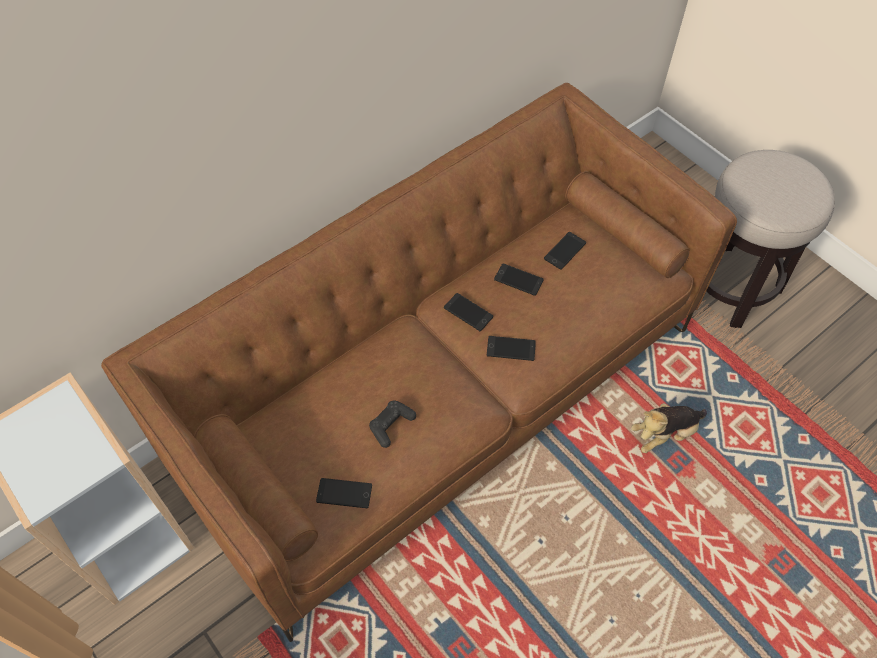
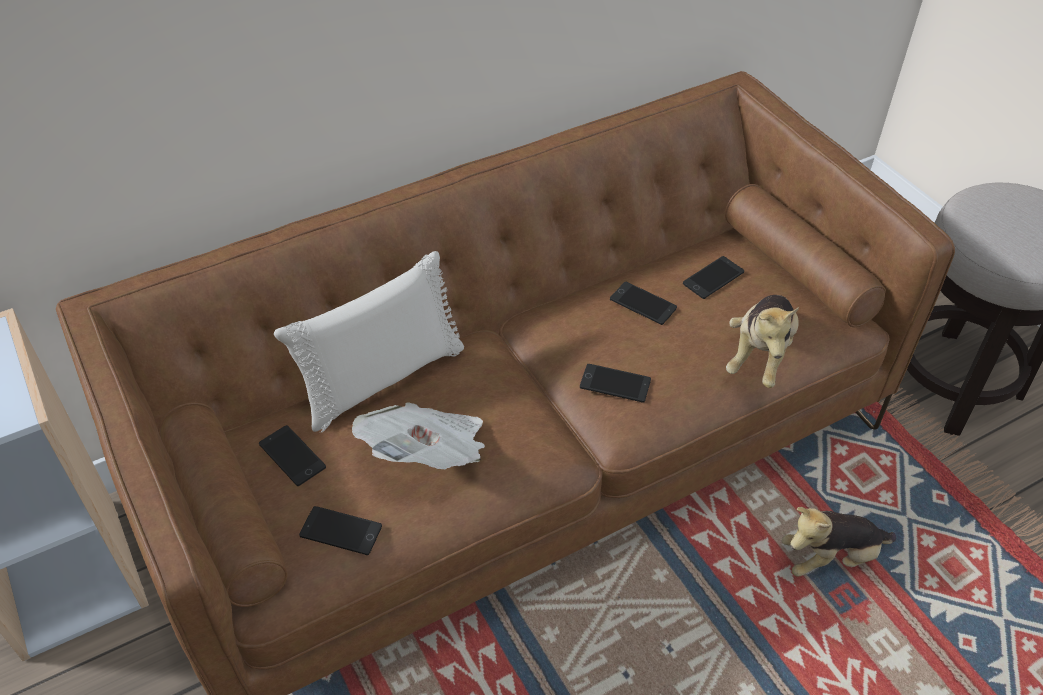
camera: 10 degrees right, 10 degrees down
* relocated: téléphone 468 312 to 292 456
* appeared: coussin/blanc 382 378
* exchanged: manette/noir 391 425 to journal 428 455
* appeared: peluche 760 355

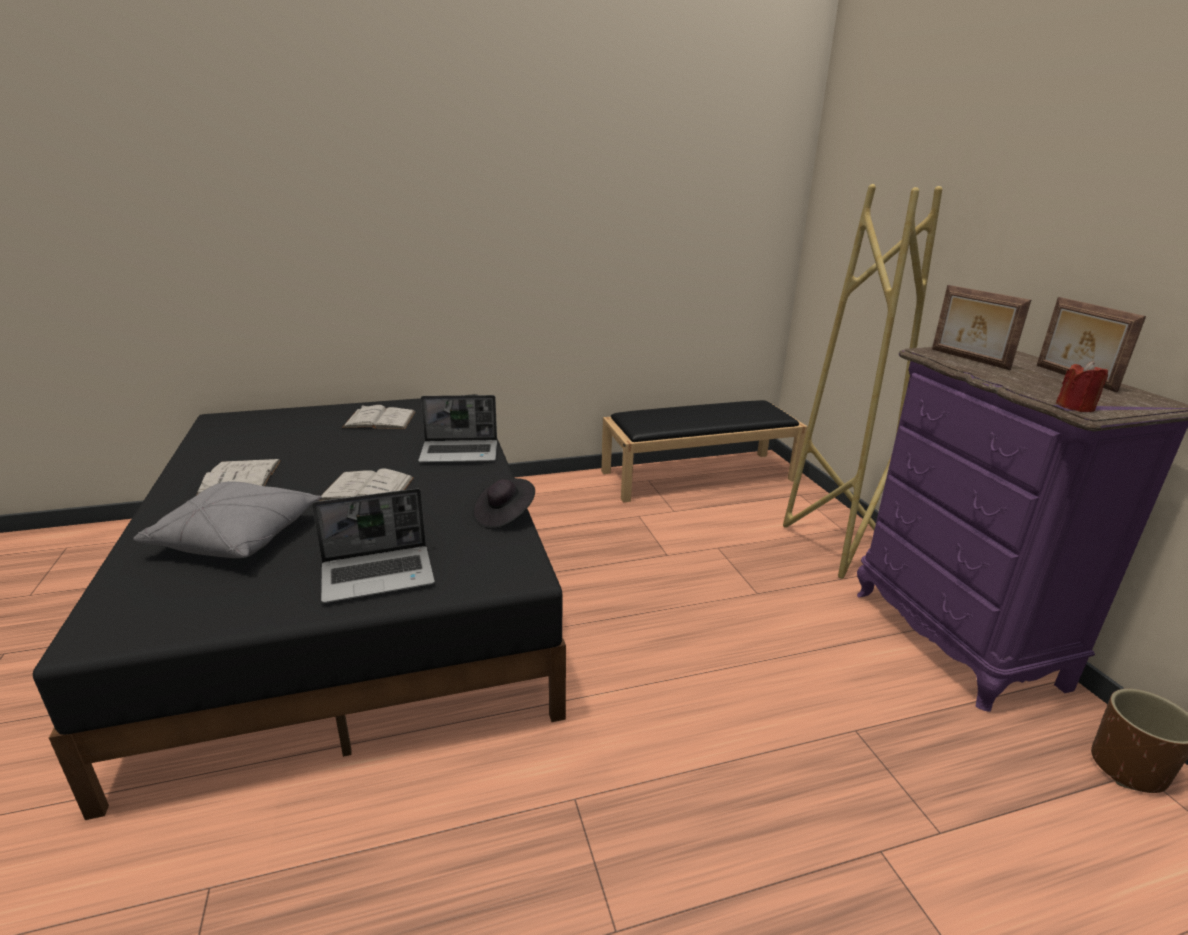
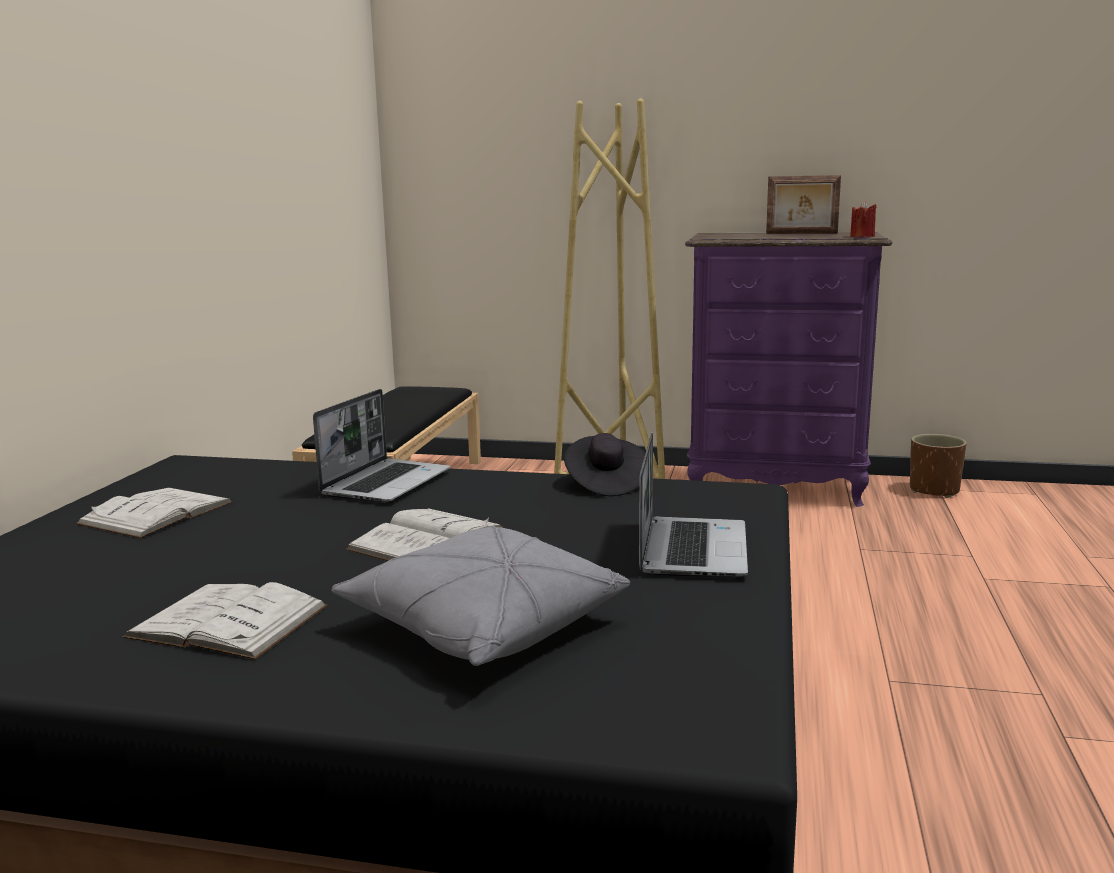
camera: 60 degrees left, 10 degrees down
* missing: cadre photo 968 359

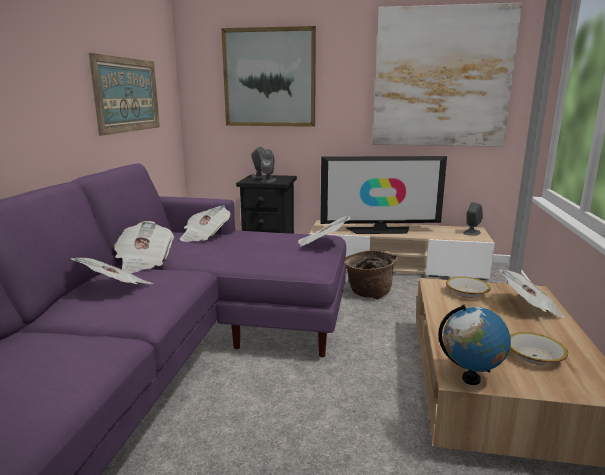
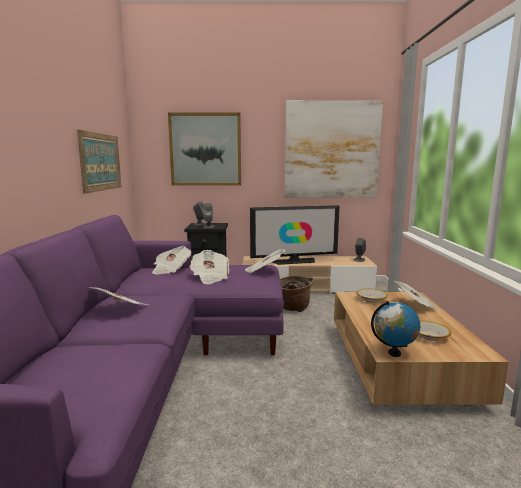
camera: 10 degrees left, 5 degrees down
* relocated: journal 144 262 to 210 277

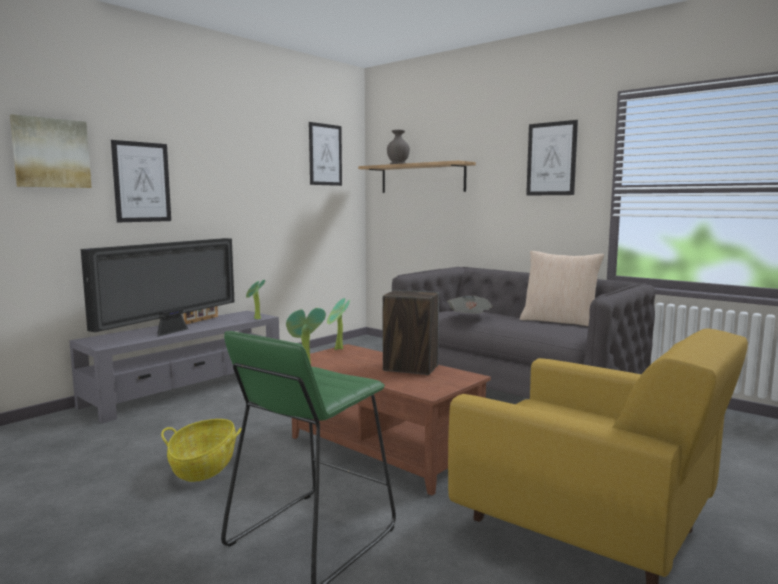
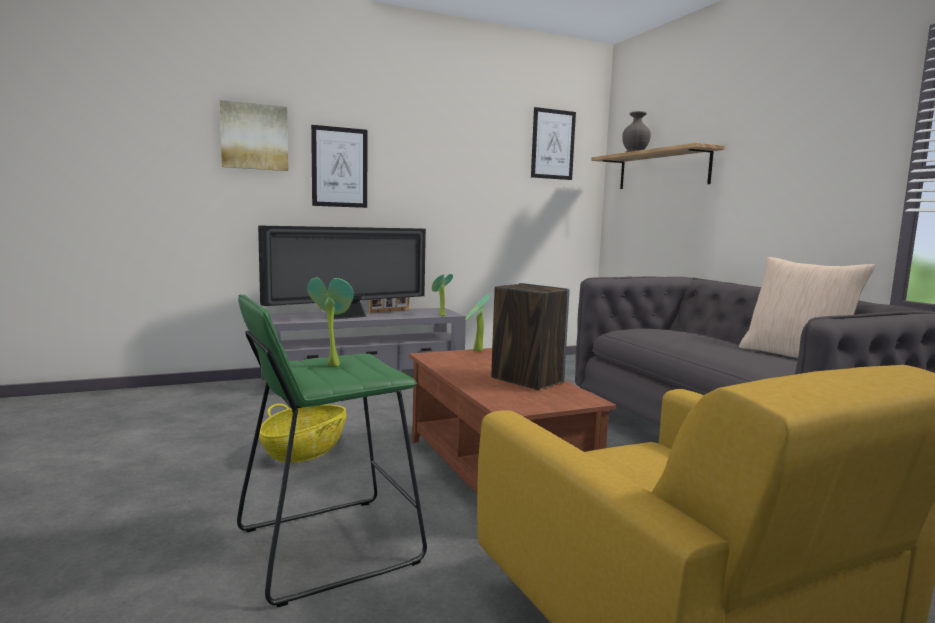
camera: 25 degrees right, 0 degrees up
* missing: journal 470 317
* missing: tableau 551 159

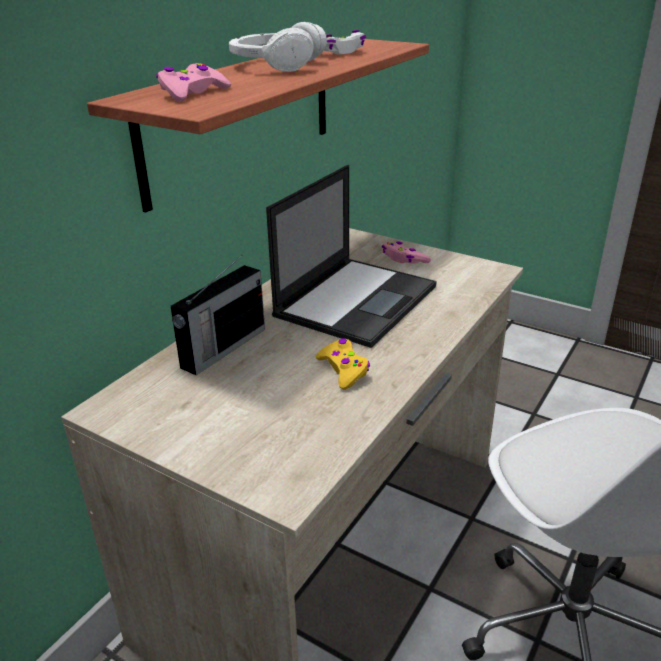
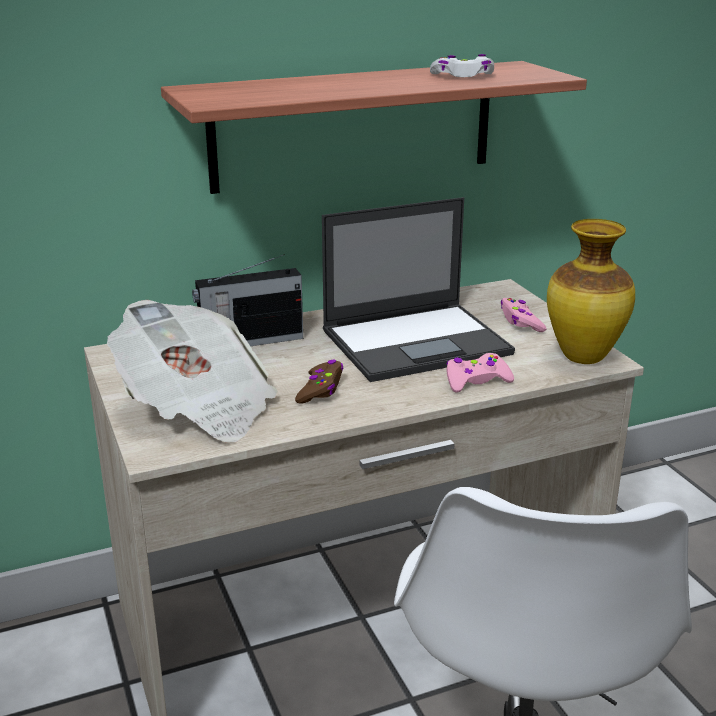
camera: 35 degrees right, 5 degrees down
* appeared: journal 198 407
* colour: manette/jaune 343 370 to manette/marron 320 389
* relocated: manette/rose 192 93 to 476 381
* appeared: vase 582 358
* missing: casque audio/blanc 276 65

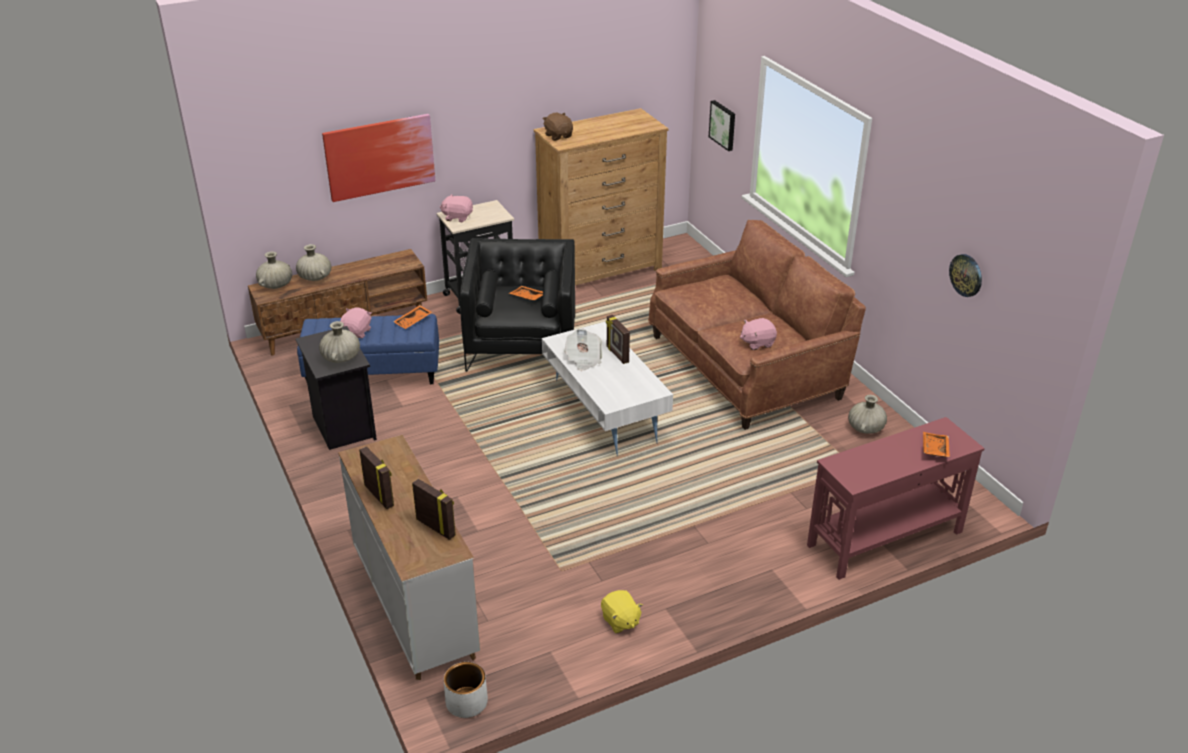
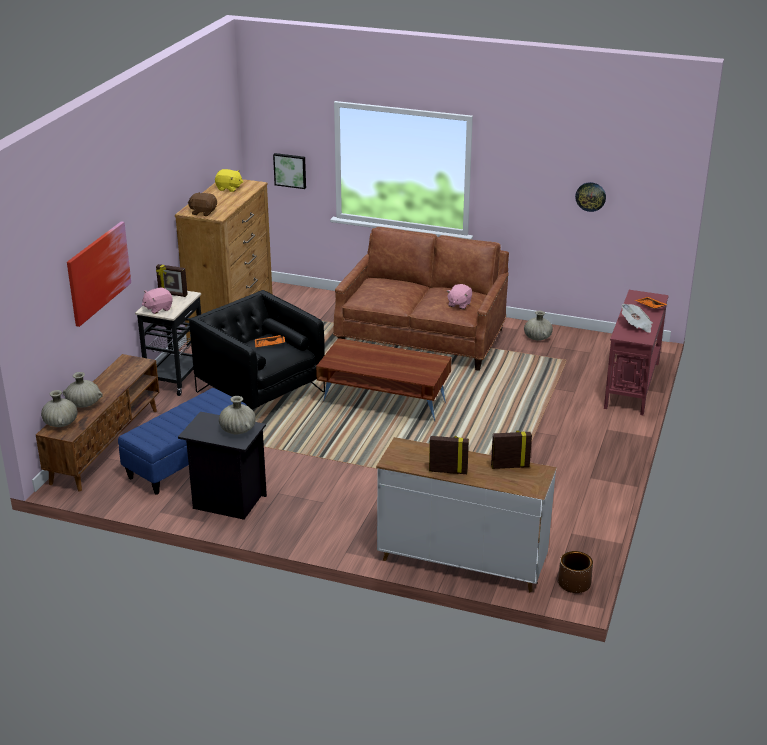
camera: 45 degrees left, 5 degrees down
* relocated: cadre photo 617 354 to 172 294
* relocated: peluche/jaune 620 621 to 229 188
* colour: table basse/blanc 605 411 to table basse/marron 384 402
* colour: cache-pot/blanc 466 702 to cache-pot/marron 574 583
* relocated: journal 583 359 to 636 326
* missing: peluche/rose 357 332
* missing: plateau/orange 413 321

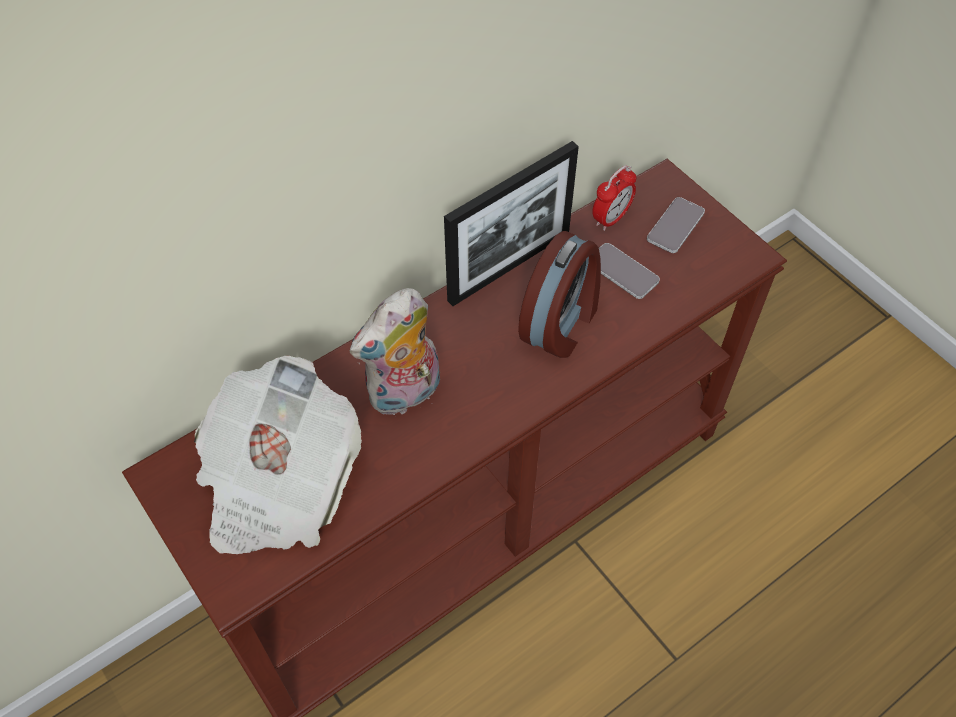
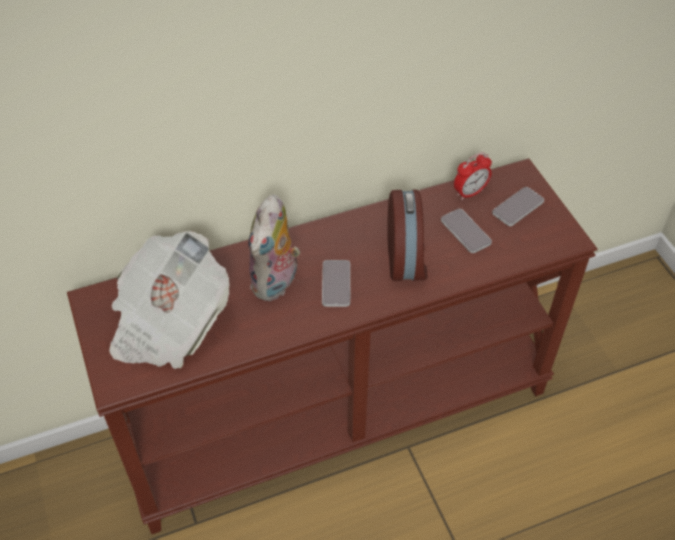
camera: 15 degrees right, 5 degrees down
* spun: peluche 405 394 = 276 283 45 degrees counterclockwise
* appeared: téléphone 336 284
* spun: réveil 561 323 = 407 258 45 degrees counterclockwise
* missing: cadre photo 509 266

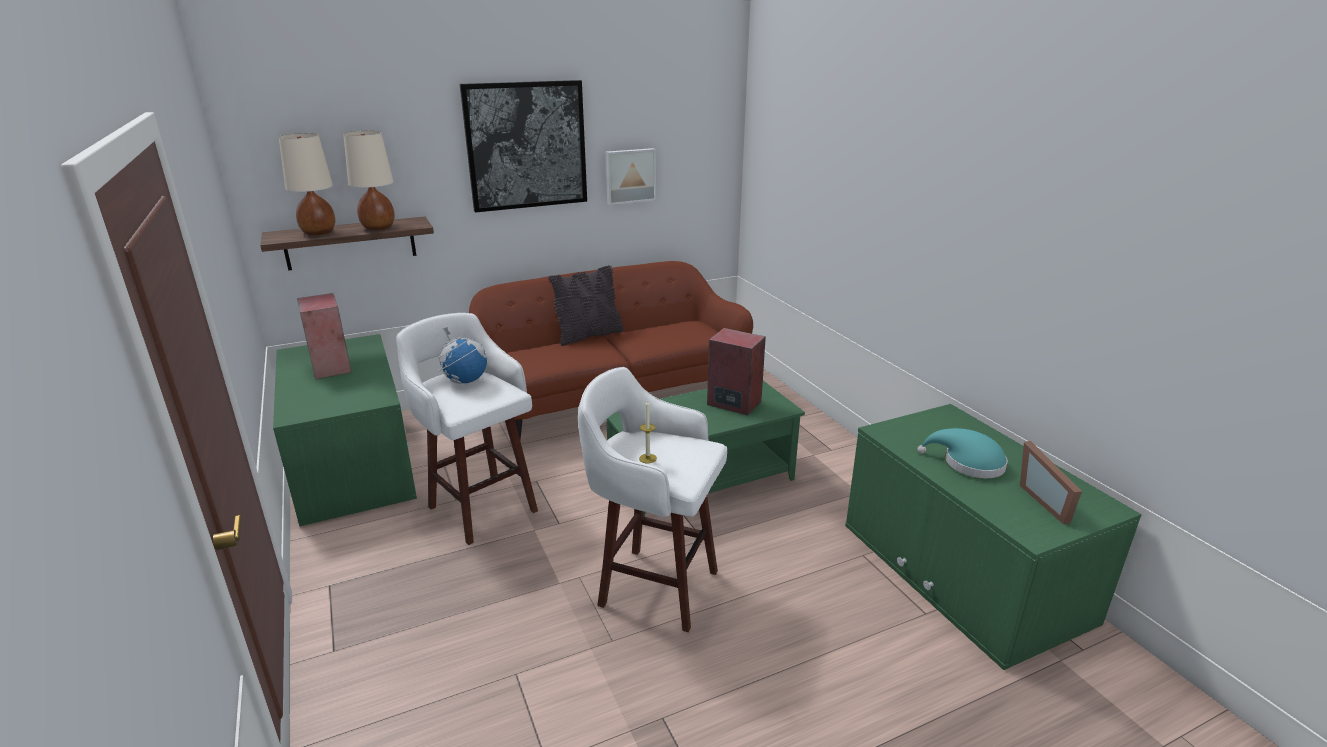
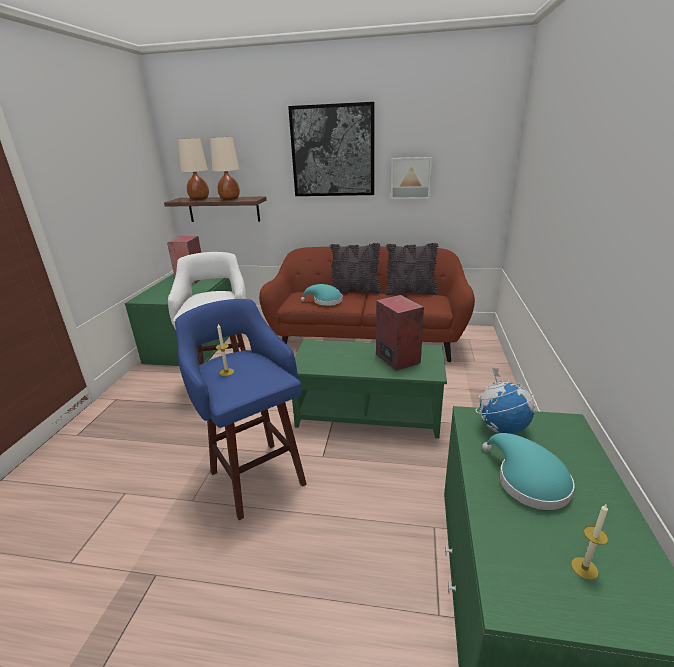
camera: 35 degrees right, 0 degrees up
* colour: tabouret/blanc 653 586 to tabouret/bleu 256 475
* appeared: chapeau/turquoise 325 301
* appeared: coussin/noir 410 292
* relocated: globe 465 380 to 502 427
* exchanged: cadre photo 1048 500 to bougie 584 568

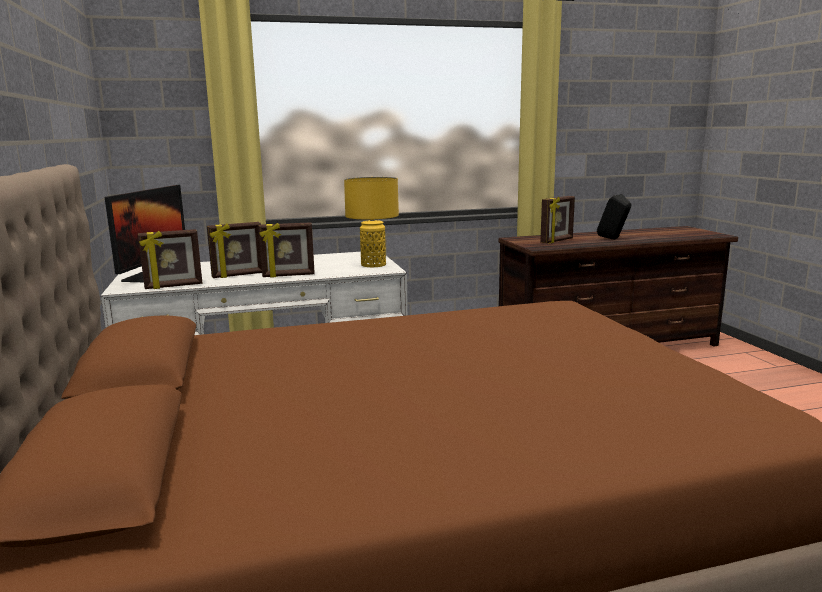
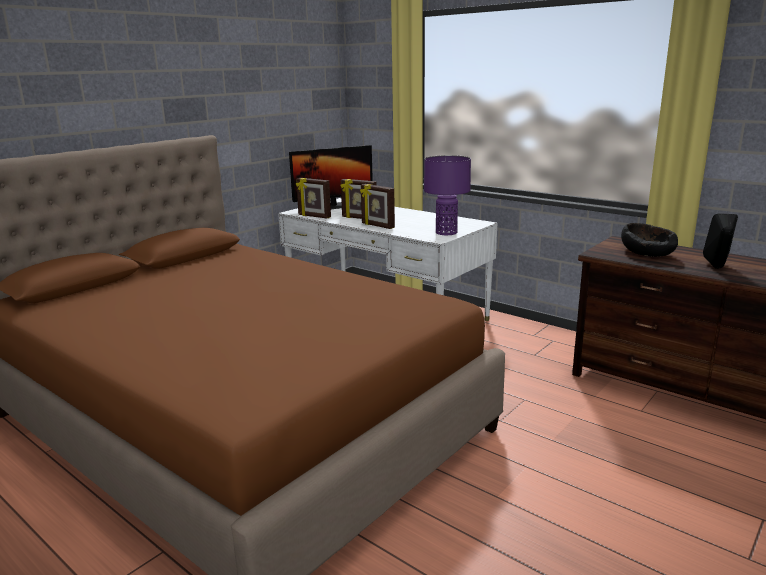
camera: 55 degrees right, 5 degrees up
* colour: lampe de table/jaune 373 264 to lampe de table/violet 446 232
* exchanged: cadre photo 557 241 to bol/noir 647 253

